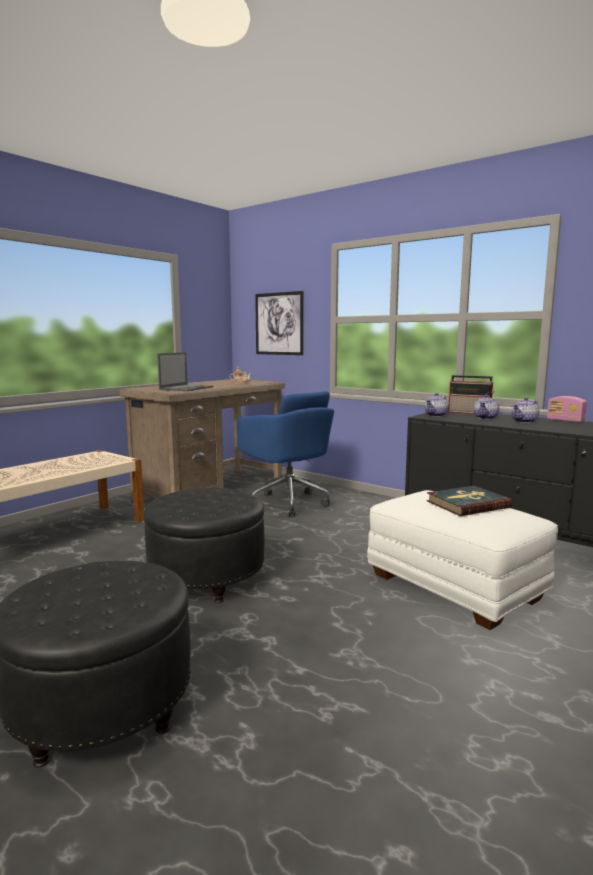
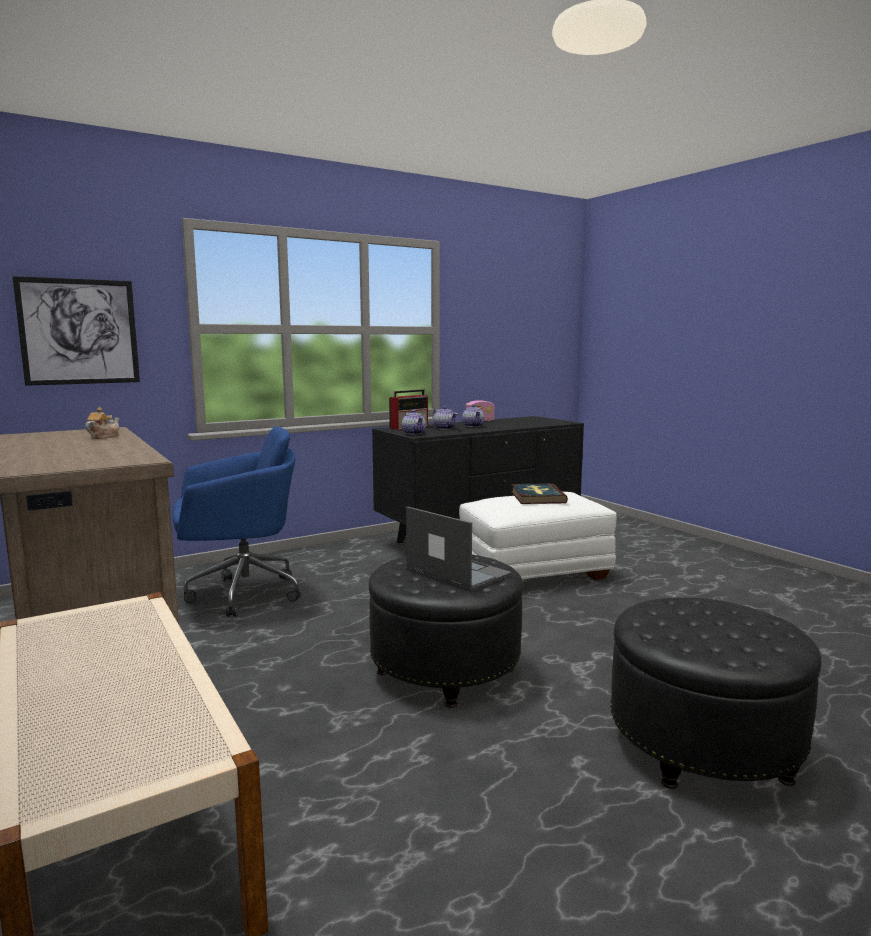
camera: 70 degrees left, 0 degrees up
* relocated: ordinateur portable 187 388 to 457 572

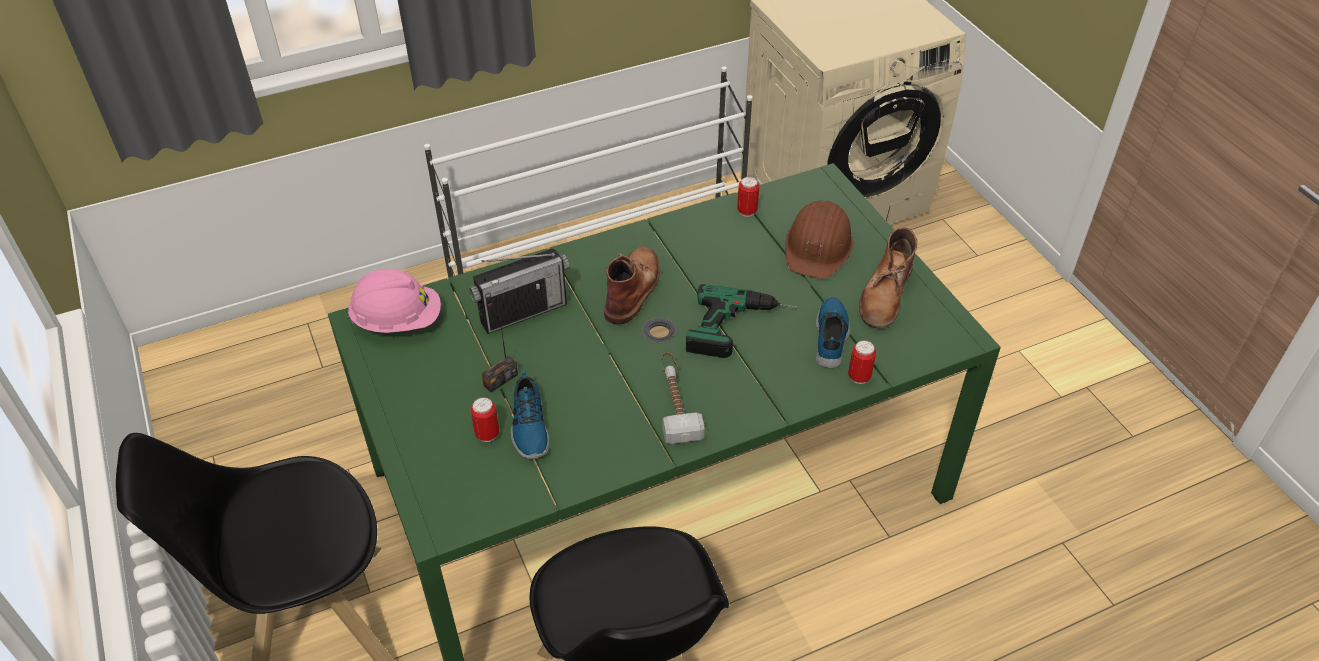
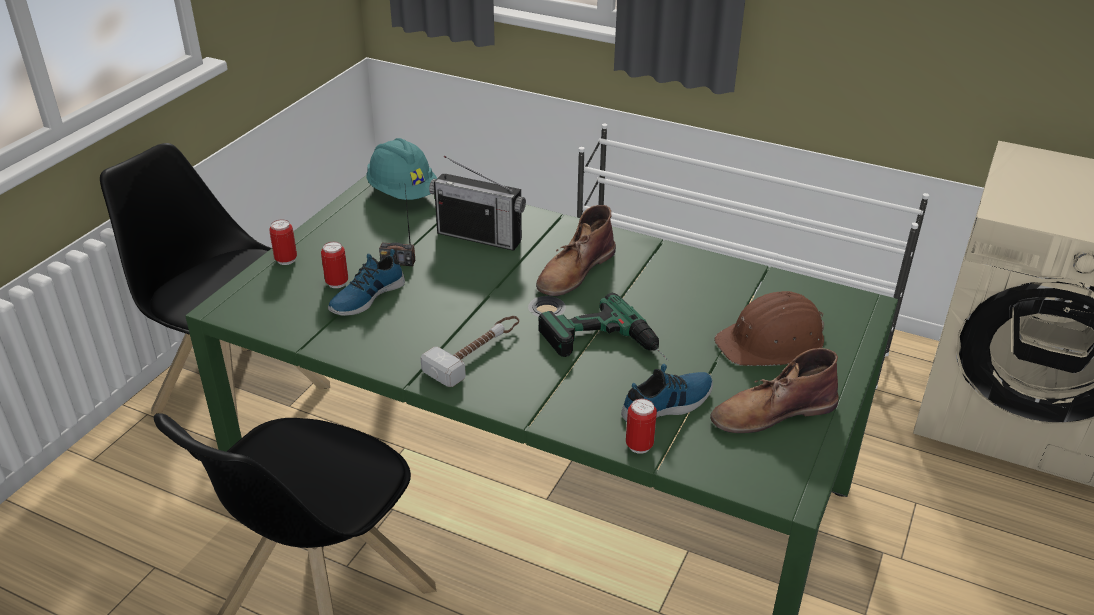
camera: 50 degrees right, 10 degrees down
* relocated: boîte métallique 747 211 to 286 260
* colour: casque de chantier/rose 398 320 to casque de chantier/turquoise 403 193
* spun: botte/marron 633 288 = 574 271 150 degrees clockwise

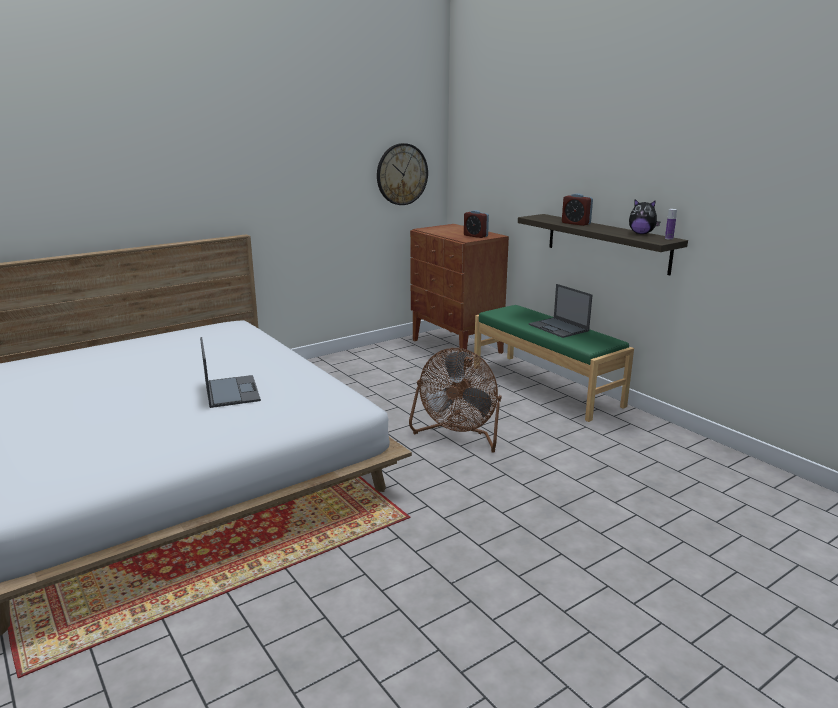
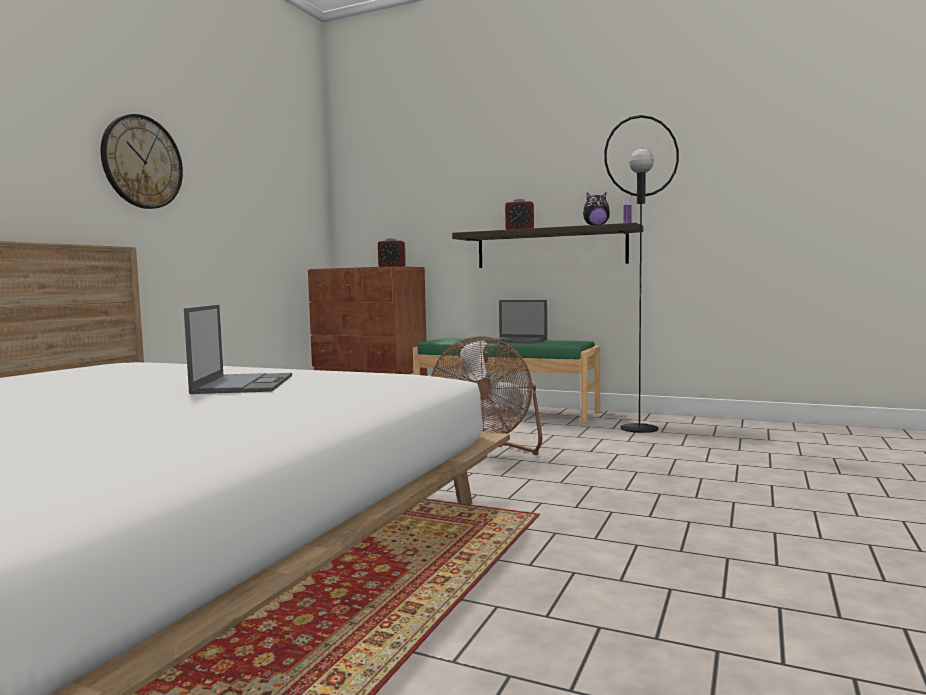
camera: 30 degrees left, 15 degrees down
* relocated: horloge murale 402 174 to 142 162
* spun: ordinateur portable 231 391 = 244 384 45 degrees clockwise
* appeared: lampadaire/noir 639 428

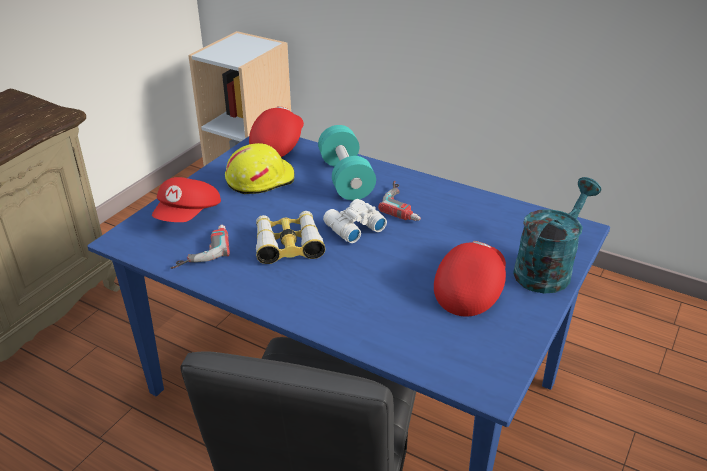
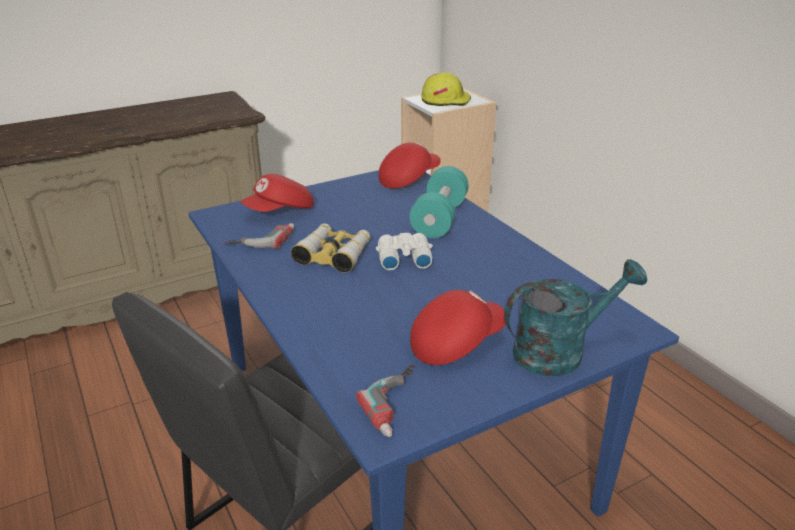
camera: 30 degrees right, 5 degrees down
* relocated: perceuse 405 205 to 400 405
* relocated: casque de chantier/jaune 260 179 to 445 100

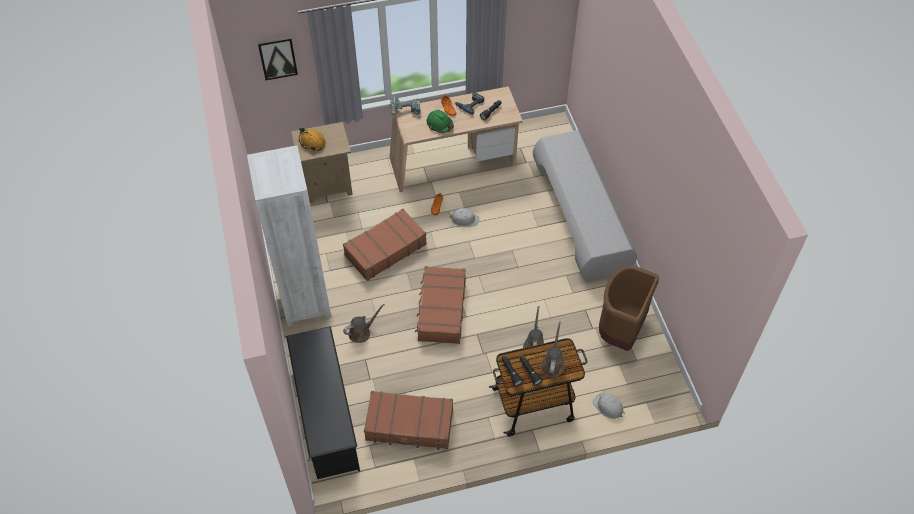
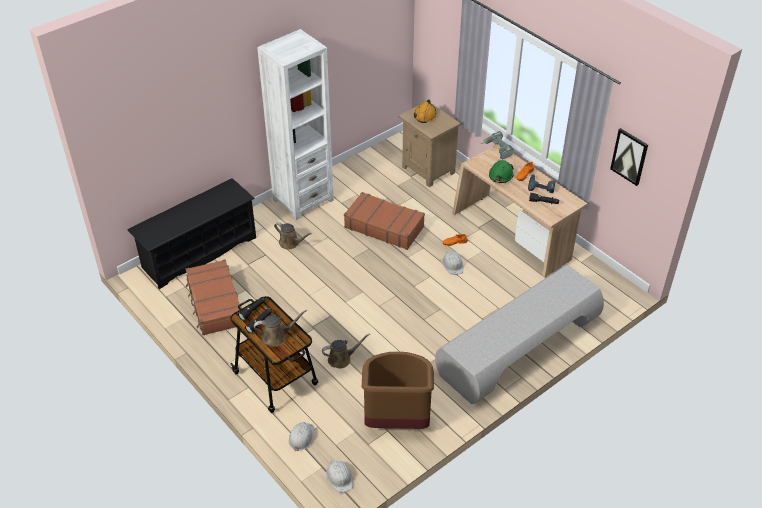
camera: 65 degrees right, 10 degrees down
* appeared: casque de chantier/blanc 340 477
* relocated: tableau 277 57 to 629 156
* missing: valise/marron 441 310

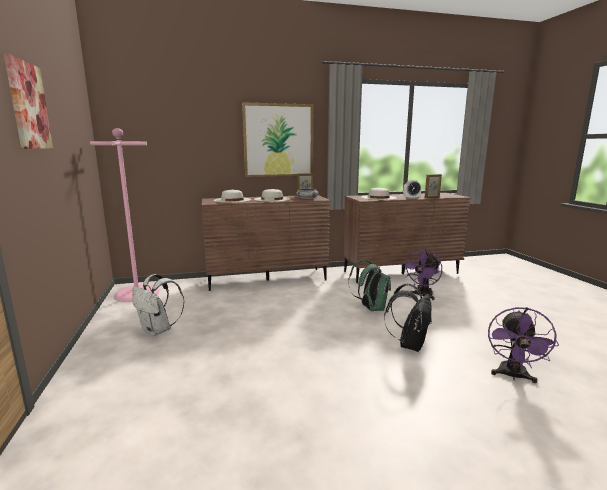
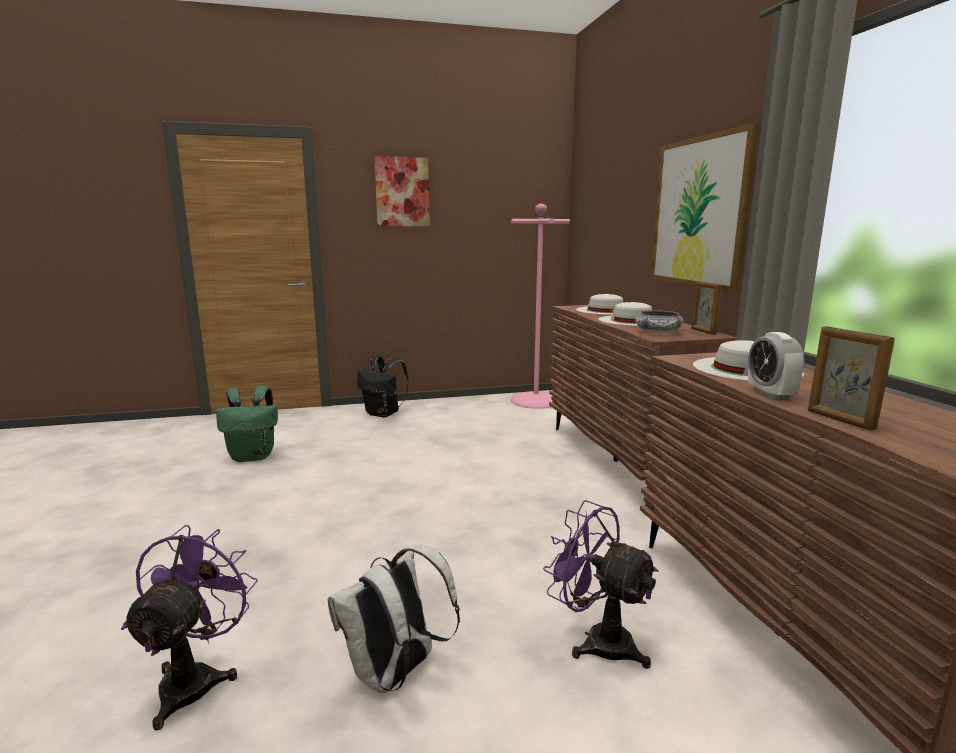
camera: 90 degrees right, 0 degrees up
* spun: ventilateur/violet 513 376 = 196 678 75 degrees clockwise
* relocated: sac à dos/vert 370 308 to 253 456
* relocated: sac à dos/blanc 158 330 to 395 674
* relocated: sac à dos/noir 409 344 to 384 414

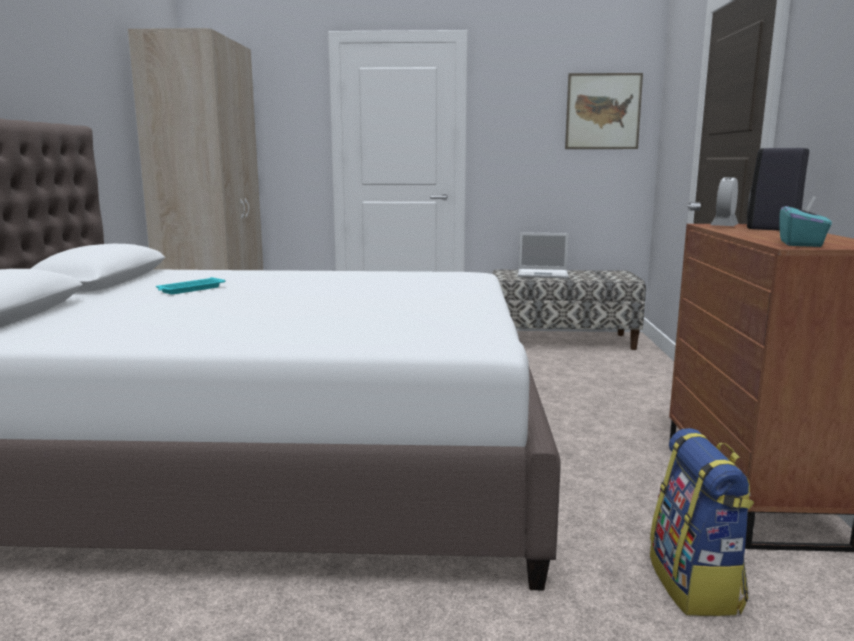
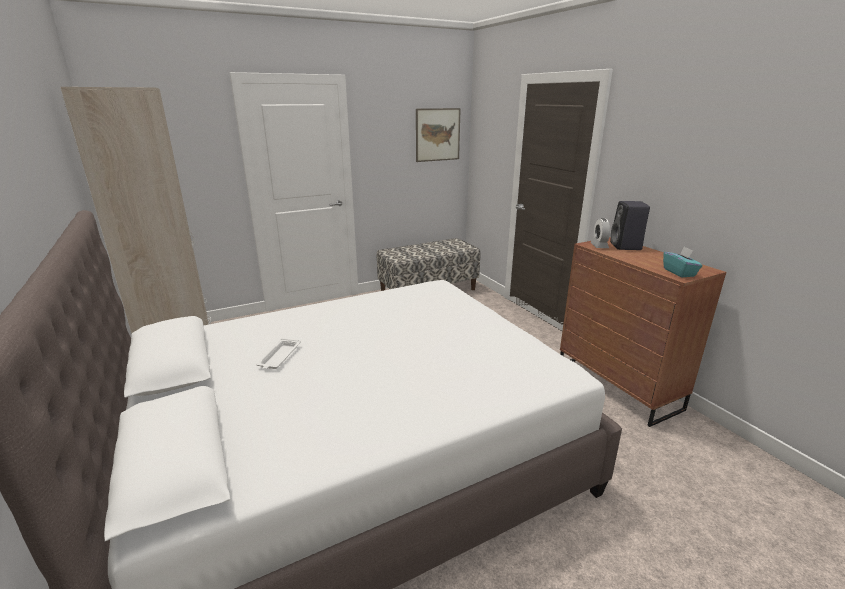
camera: 30 degrees left, 10 degrees up
* colour: plateau/turquoise 190 289 to plateau/blanc 279 357
* missing: ordinateur portable 543 274
* missing: sac à dos 696 585

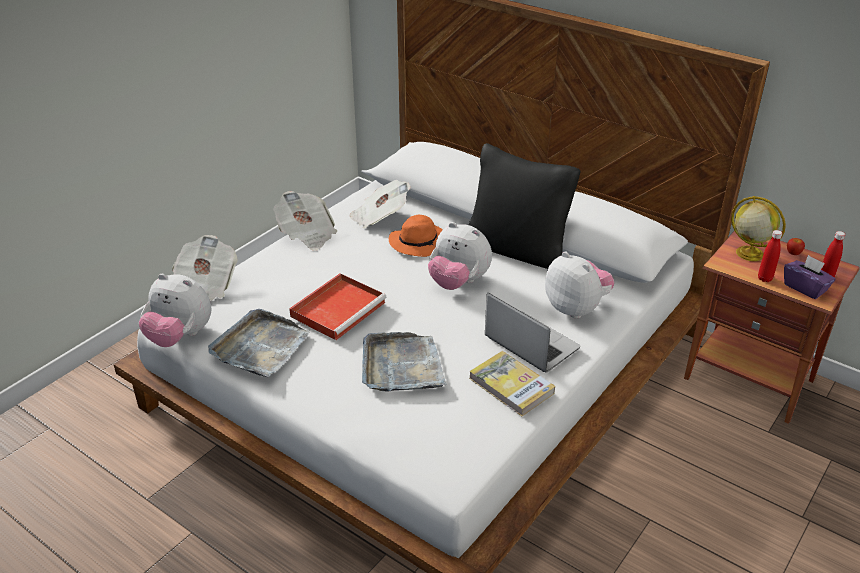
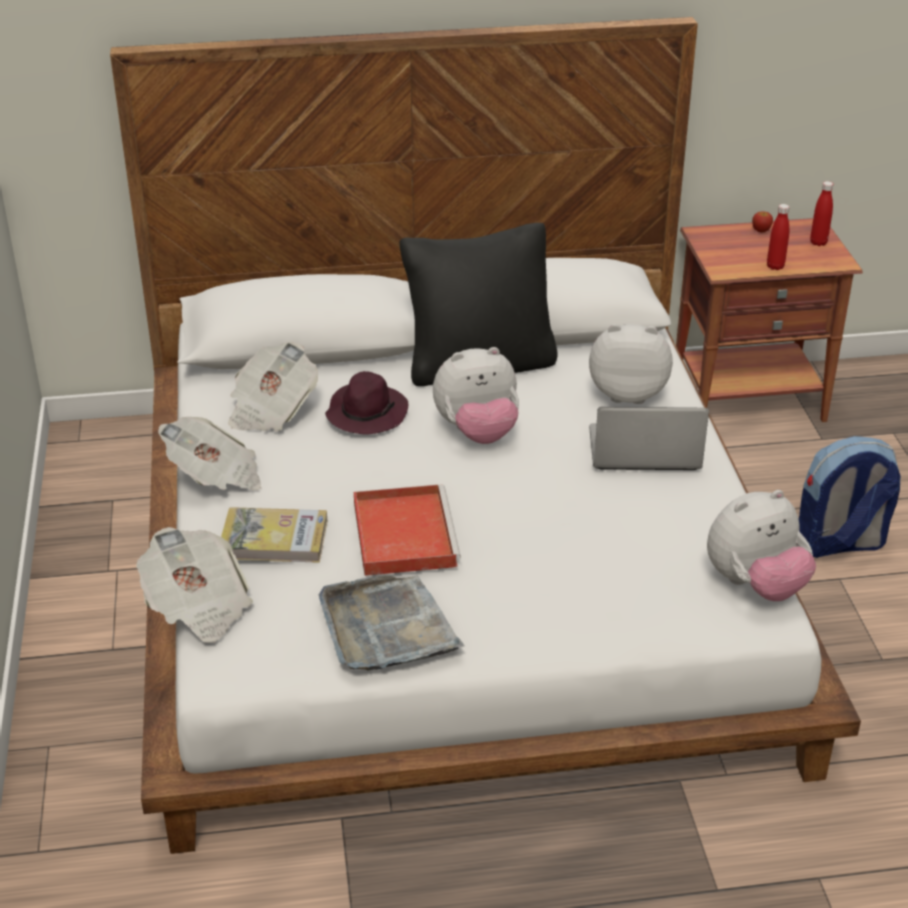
camera: 45 degrees left, 0 degrees up
* relocated: livre 511 386 to 274 539
* colour: chapeau/orange 419 242 to chapeau/violet 366 413
* relocated: peluche 180 337 to 755 585
* appeared: sac à dos 839 544
* missing: plateau/gris 401 366
* missing: globe 748 253
* missing: boîte à mouchoirs/violet 805 288

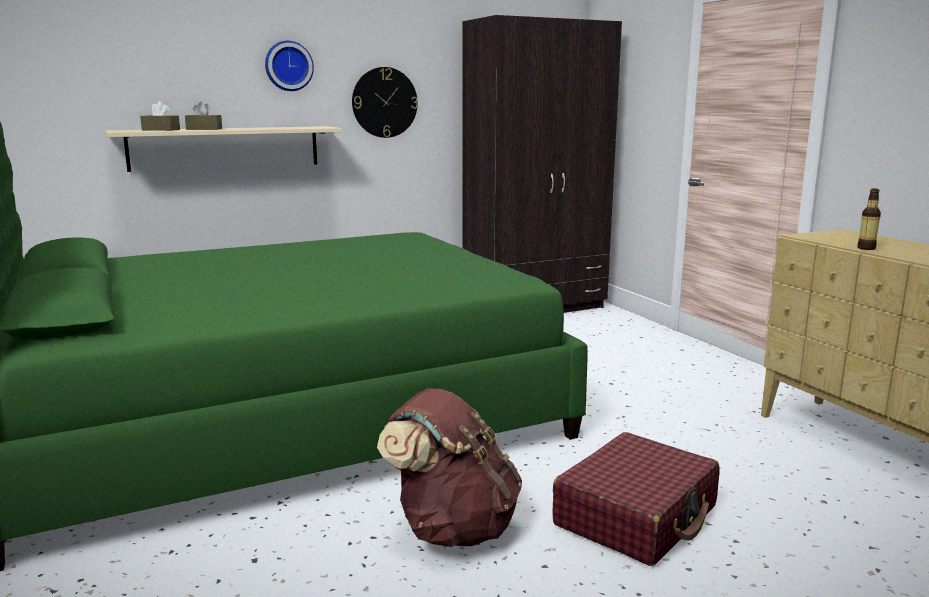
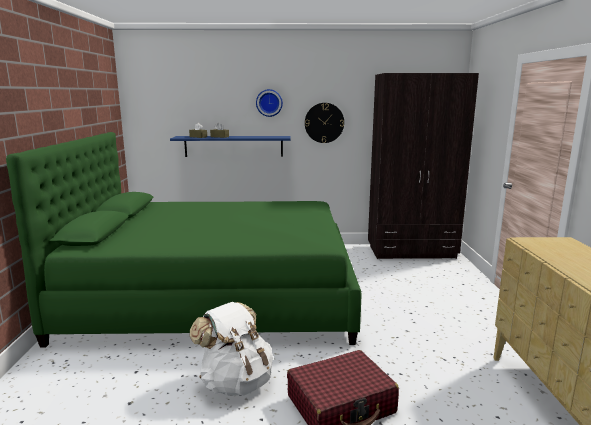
camera: 25 degrees right, 0 degrees up
* colour: étagère/beige 225 148 to étagère/bleu 233 146
* colour: sac à dos/marron 452 528 to sac à dos/blanc 236 382
* missing: bouteille 866 248

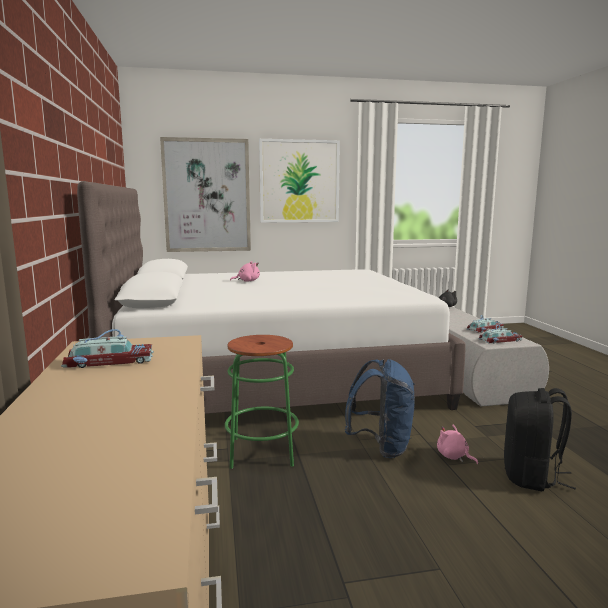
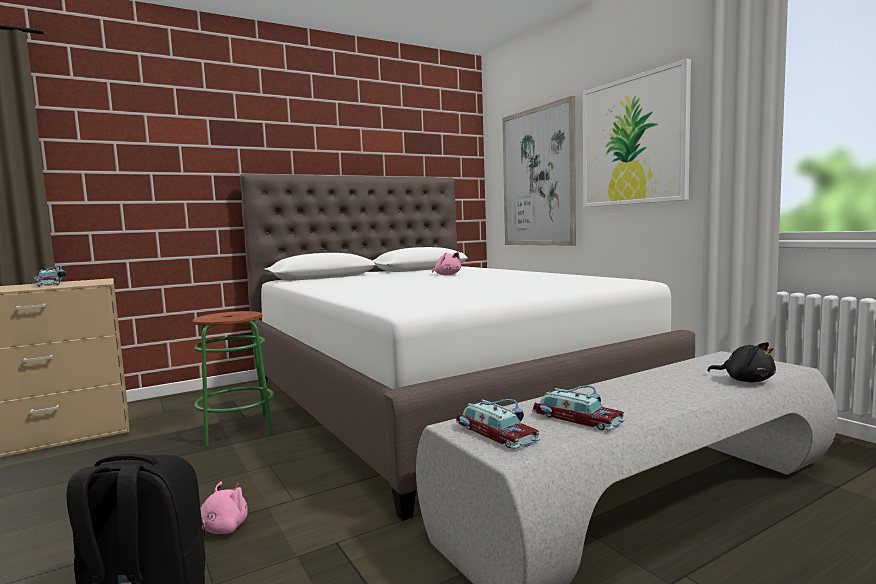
camera: 70 degrees right, 5 degrees down
* missing: sac à dos/bleu 381 447

